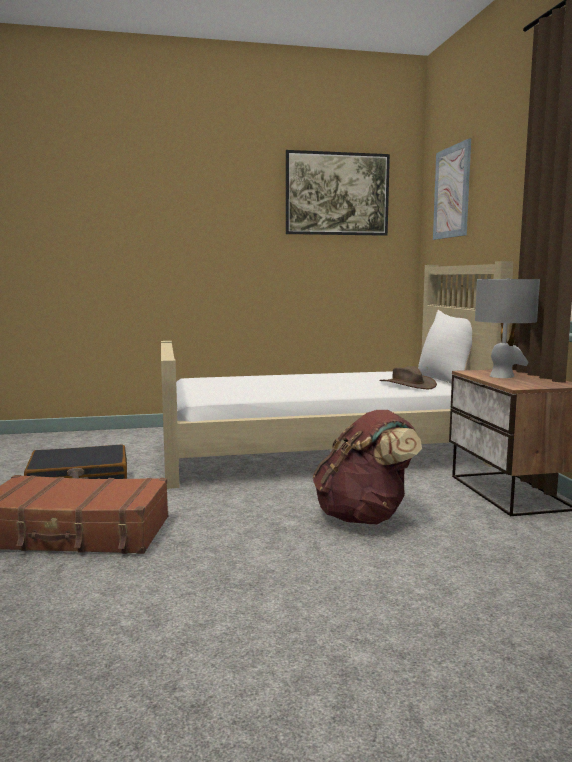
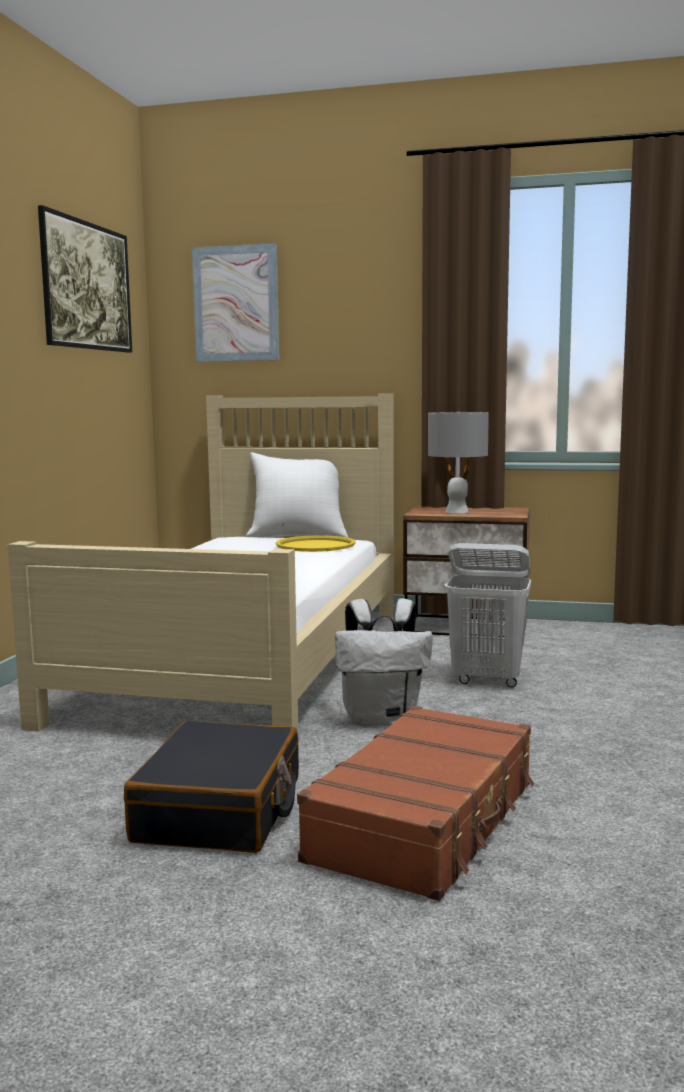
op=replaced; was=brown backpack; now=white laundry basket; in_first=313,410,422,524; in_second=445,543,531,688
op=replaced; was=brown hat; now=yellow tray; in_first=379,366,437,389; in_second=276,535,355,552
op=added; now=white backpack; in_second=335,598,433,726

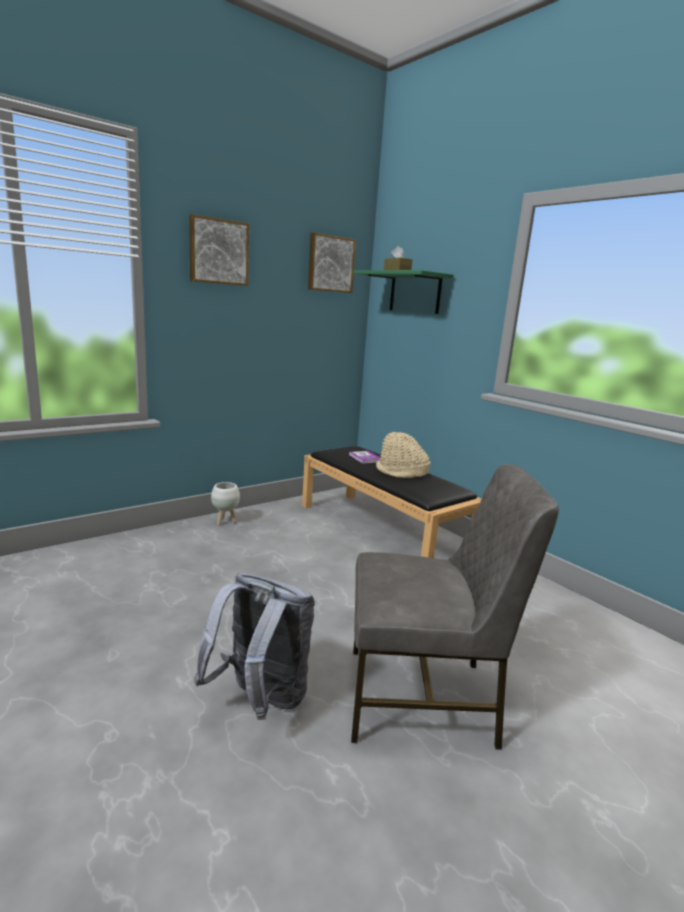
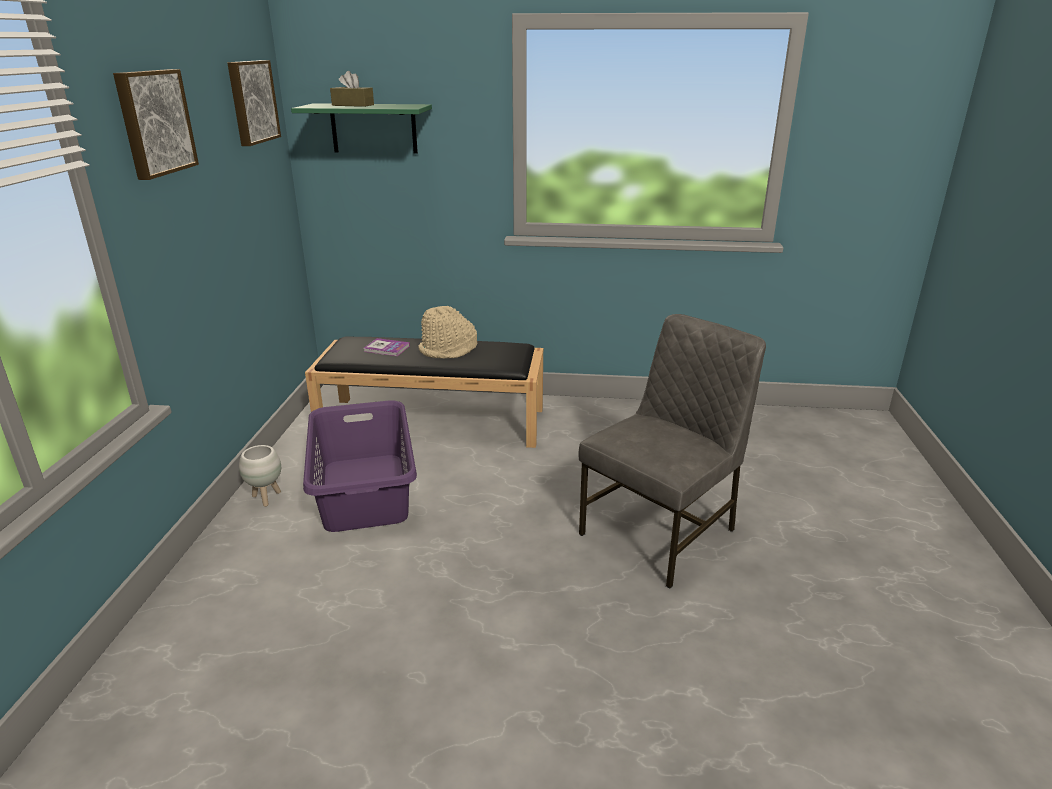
op=removed; was=grey backpack; in_first=194,573,315,720
op=added; now=purple laundry basket; in_second=303,400,417,532

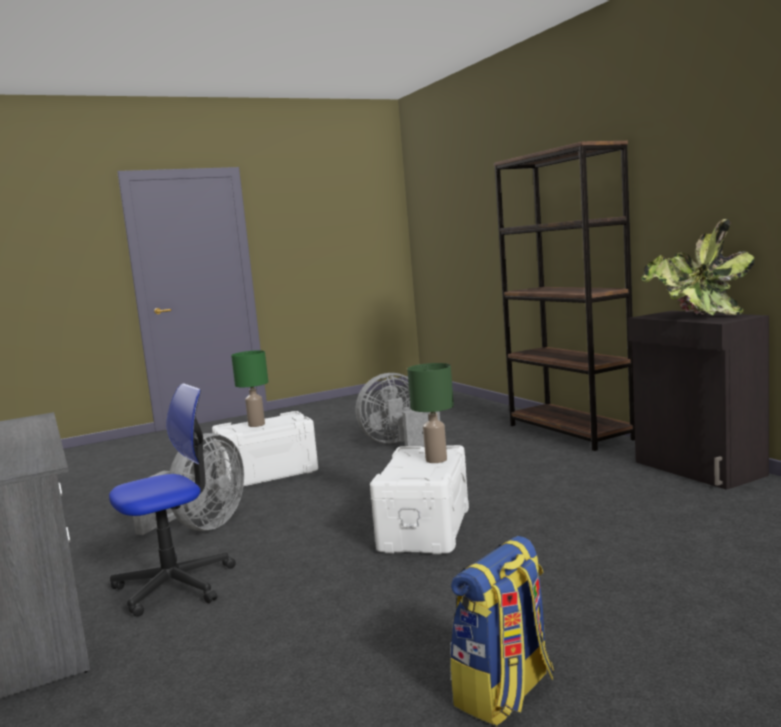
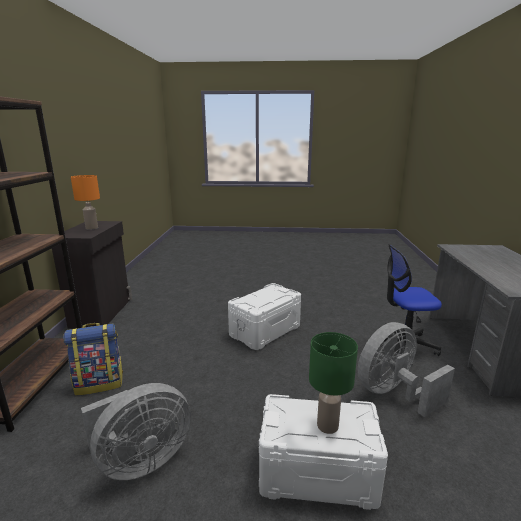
op=turned; was=grey fan; in_first=356,373,440,447; in_second=81,383,191,480; clockwise=-45
op=removed; was=green table lamp; in_first=407,363,454,463
op=moved; was=backpack; in_first=450,536,554,726; in_second=63,323,123,396
op=replaced; was=potted plant; now=orange table lamp; in_first=641,219,755,315; in_second=71,175,100,230

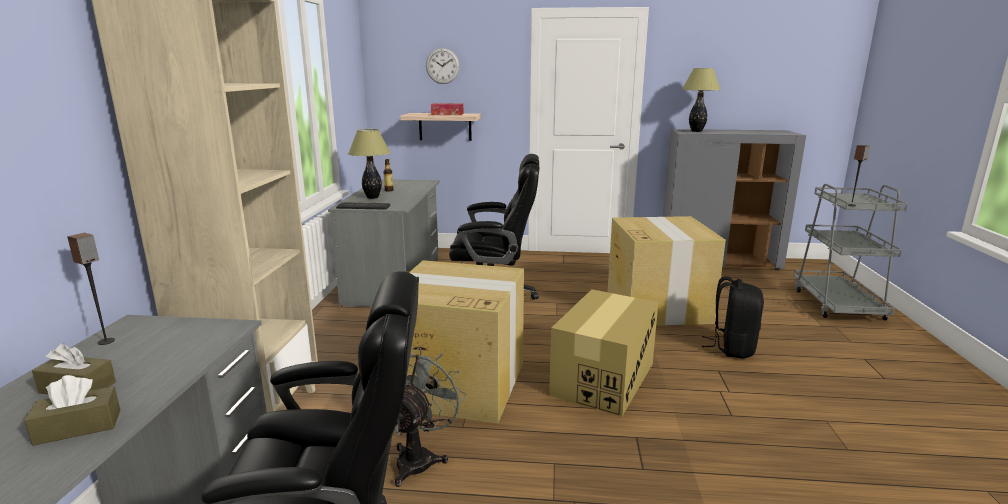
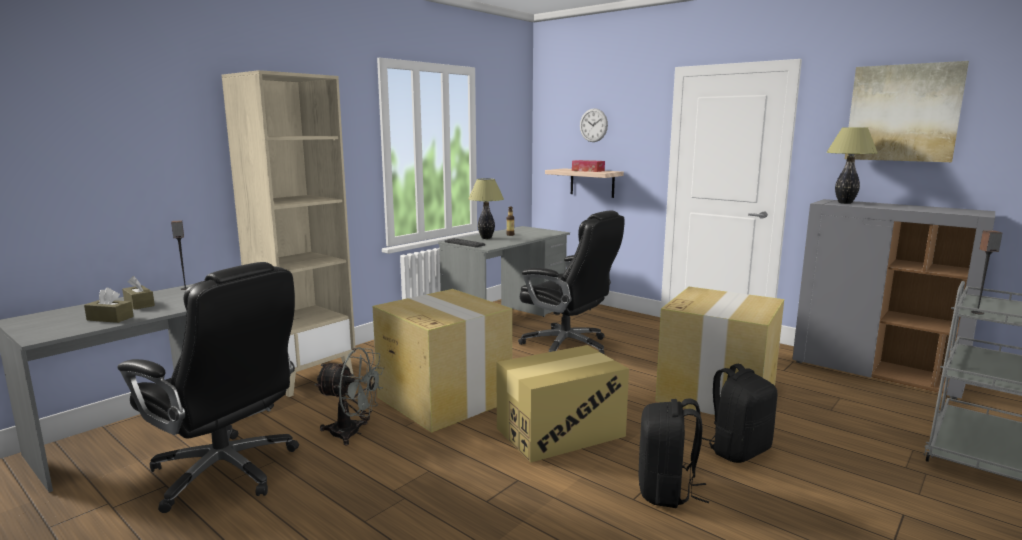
op=turned; was=grey fan; in_first=394,347,466,487; in_second=314,347,384,446; clockwise=45
op=added; now=black backpack; in_second=638,398,709,508
op=added; now=picture; in_second=845,61,969,162

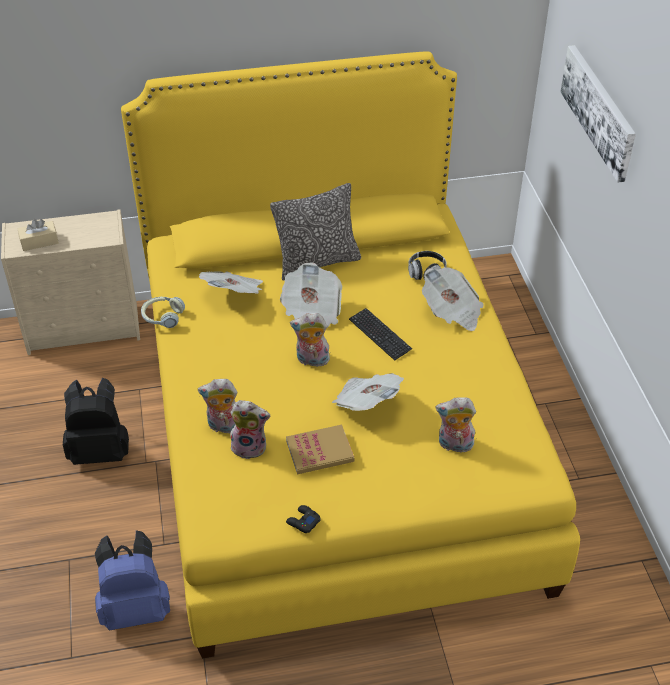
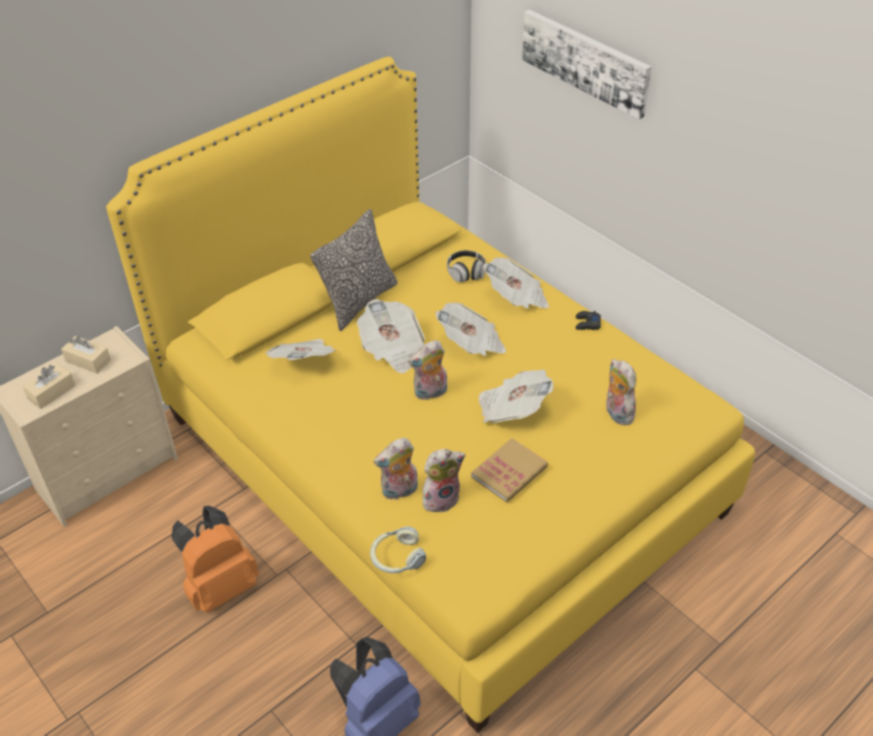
op=recoloured; was=black backpack; now=orange backpack; in_first=63,378,129,465; in_second=171,506,259,613
op=moved; was=headphones; in_first=141,297,185,328; in_second=370,526,426,573
op=moved; was=black game controller; in_first=286,505,321,533; in_second=576,311,601,330
op=replaced; was=keyboard; now=newspaper; in_first=349,308,412,361; in_second=435,302,506,356
op=turned; was=plush toy; in_first=436,397,476,452; in_second=606,359,636,425; clockwise=90
op=added; now=beige tissue box; in_second=61,336,111,374

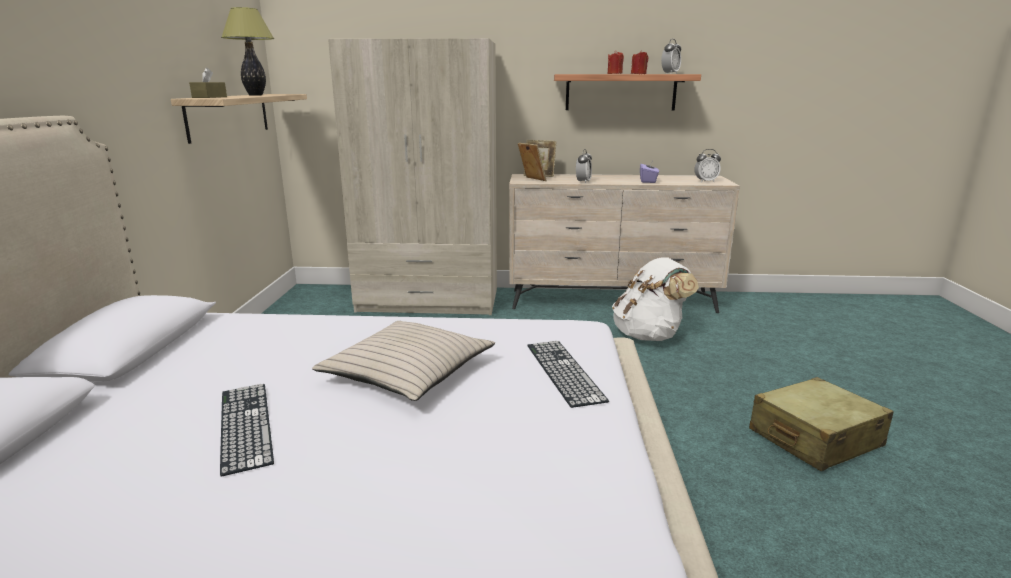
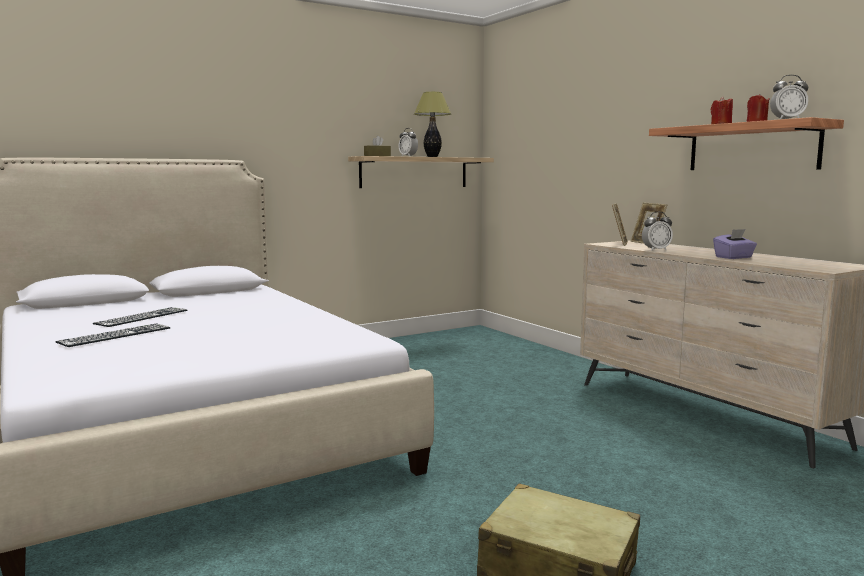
op=removed; was=beige pillow; in_first=312,321,495,401
op=removed; was=beige wardrobe; in_first=328,38,497,315
op=moved; was=keyboard; in_first=527,341,609,408; in_second=56,324,170,347
op=removed; was=white backpack; in_first=612,258,699,341
op=moved; was=alarm clock; in_first=694,149,721,182; in_second=399,128,418,157

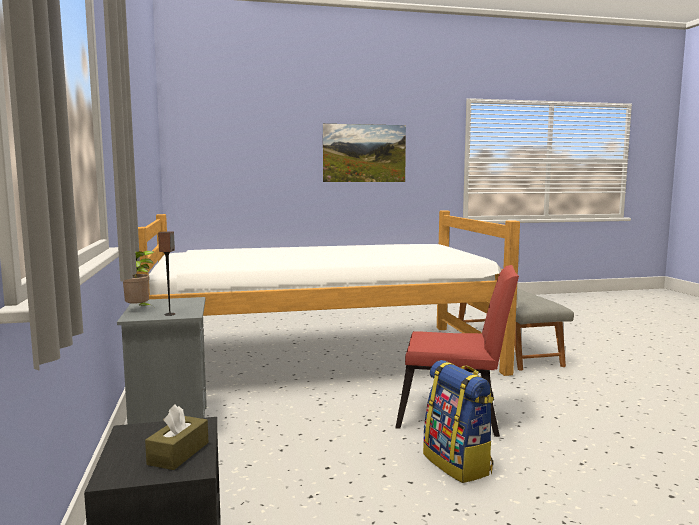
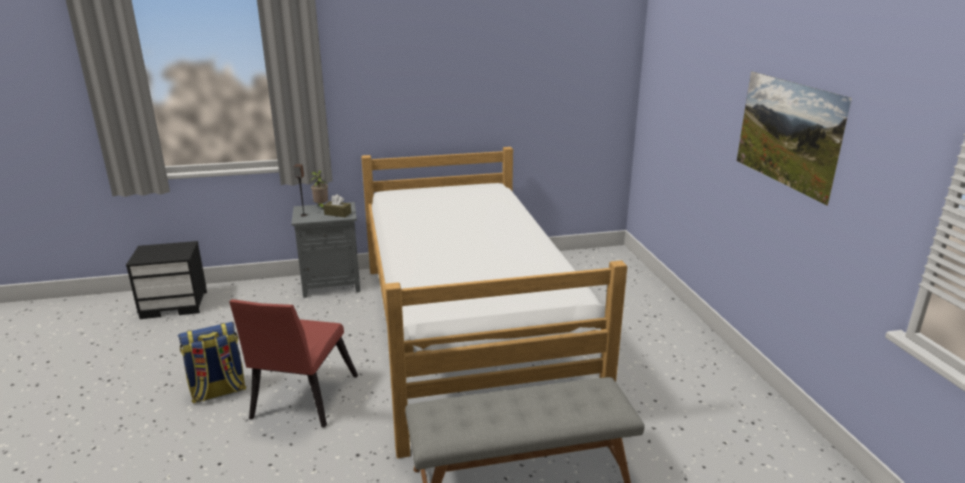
op=moved; was=brown tissue box; in_first=145,404,208,470; in_second=323,194,351,217

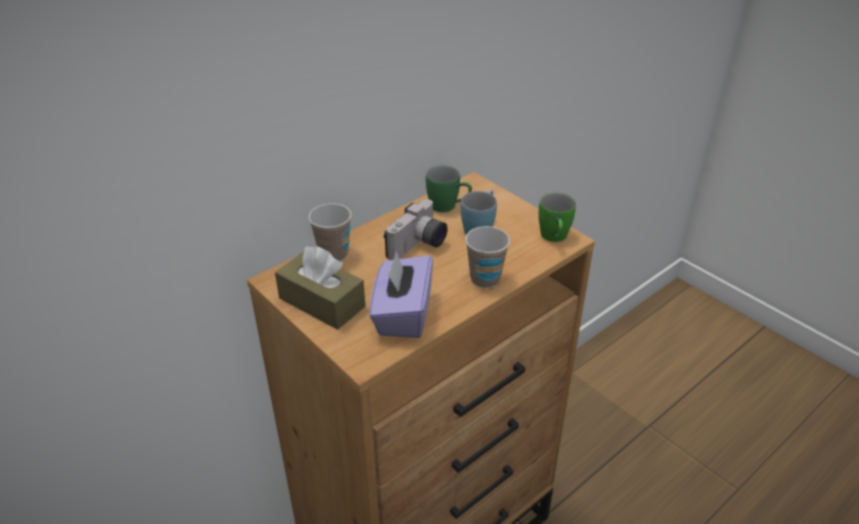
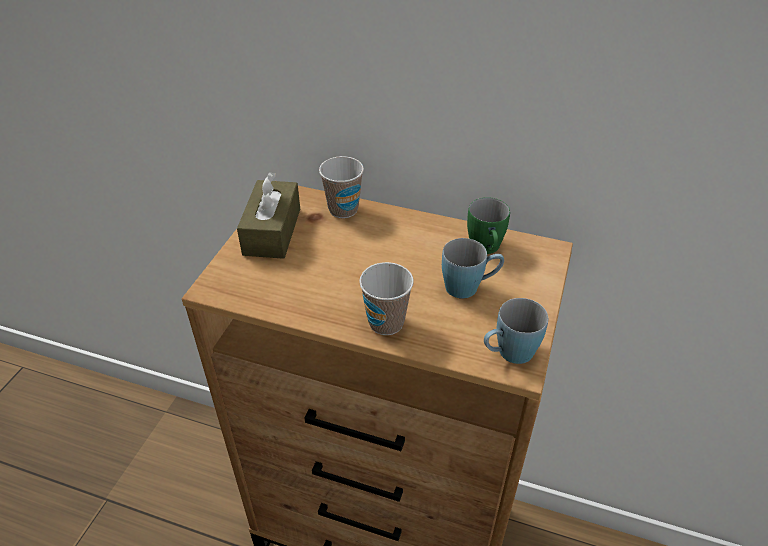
op=removed; was=purple tissue box; in_first=370,251,433,338
op=removed; was=photo camera; in_first=384,199,448,260
op=recoloured; was=green mug; now=blue mug; in_first=538,193,576,242; in_second=484,298,548,364

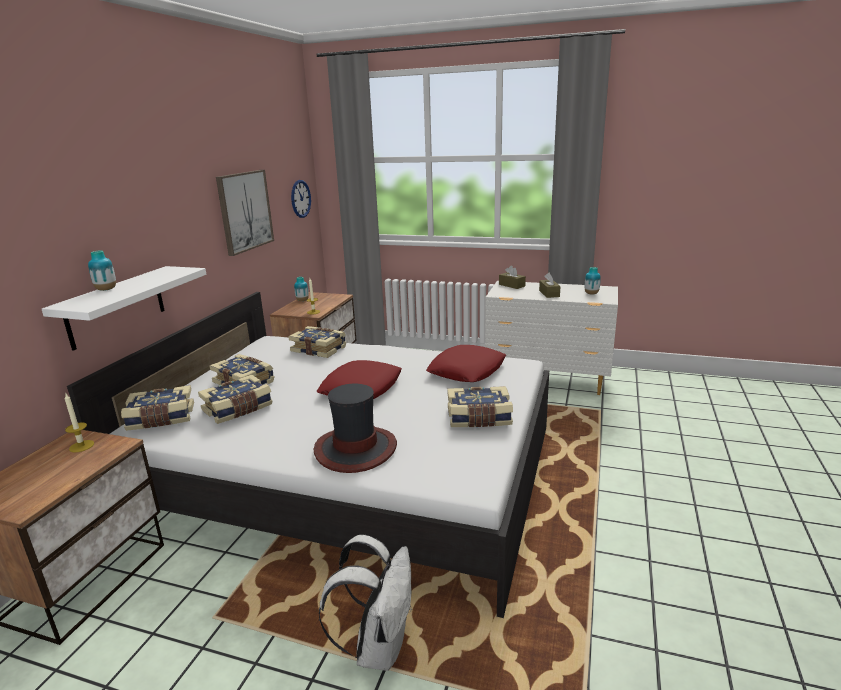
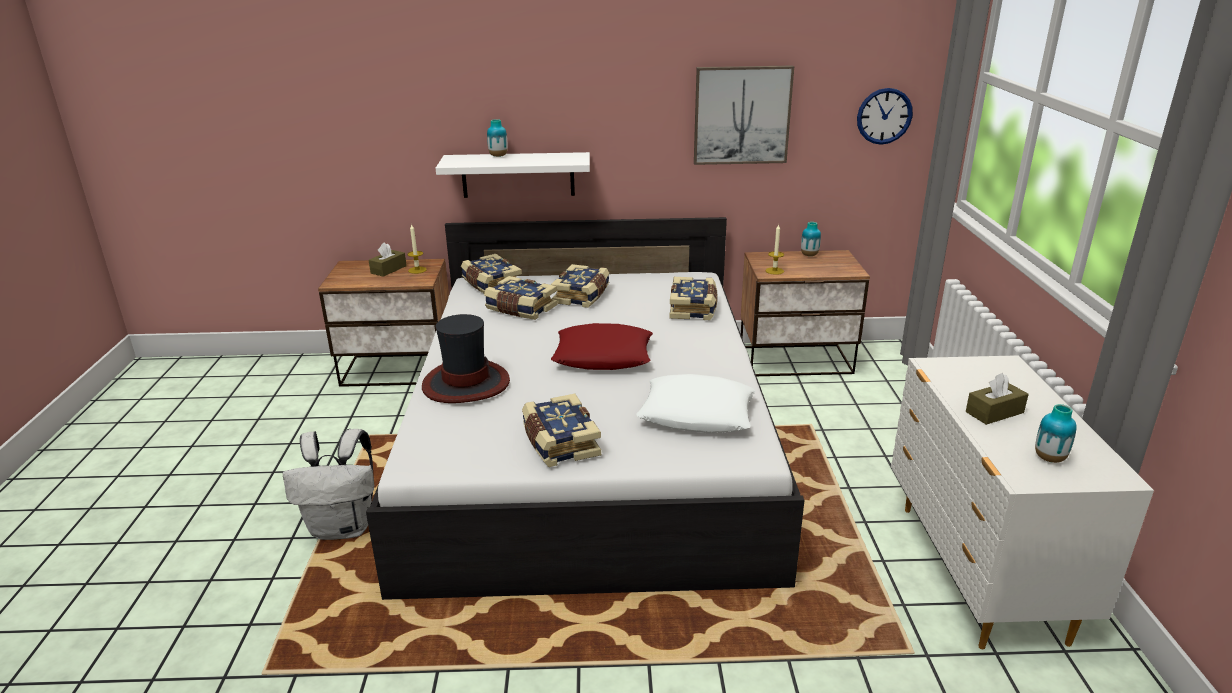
op=recoloured; was=red pillow; now=white pillow; in_first=426,345,506,382; in_second=636,374,755,433
op=moved; was=brown tissue box; in_first=499,266,526,289; in_second=369,242,407,277

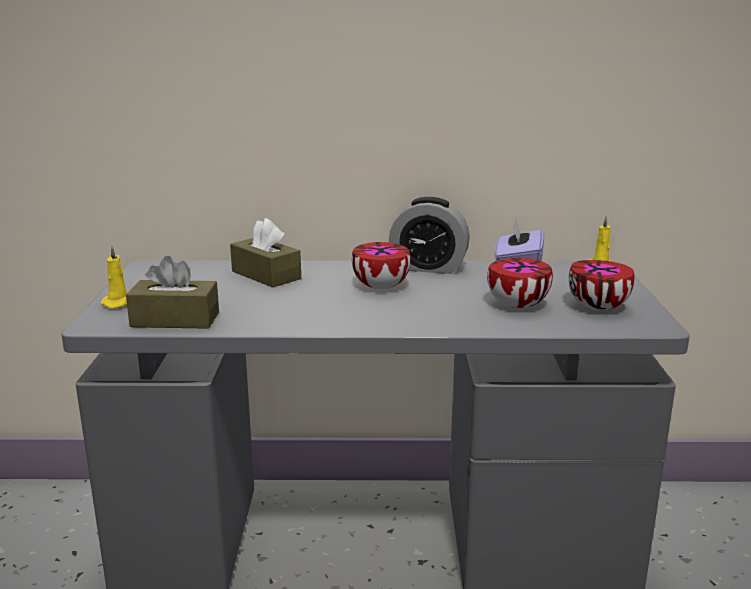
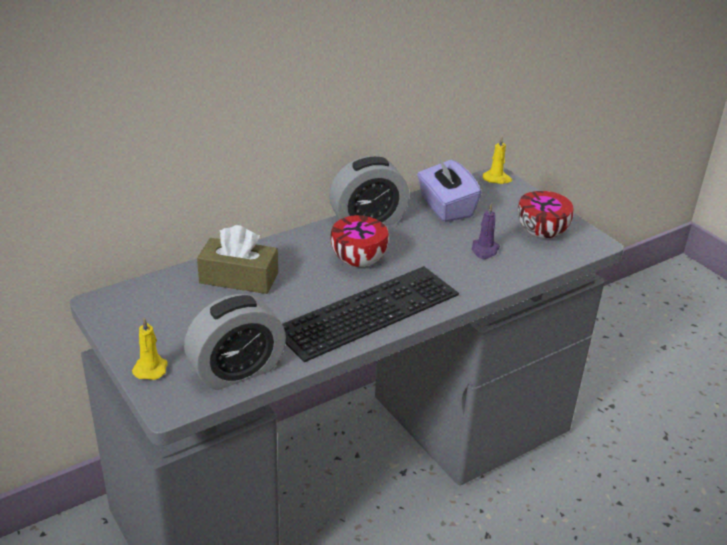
op=replaced; was=brown tissue box; now=alarm clock; in_first=126,256,219,329; in_second=184,294,286,390
op=replaced; was=bowl; now=purple candle; in_first=487,258,553,308; in_second=472,203,500,259
op=added; now=keyboard; in_second=282,266,459,362

